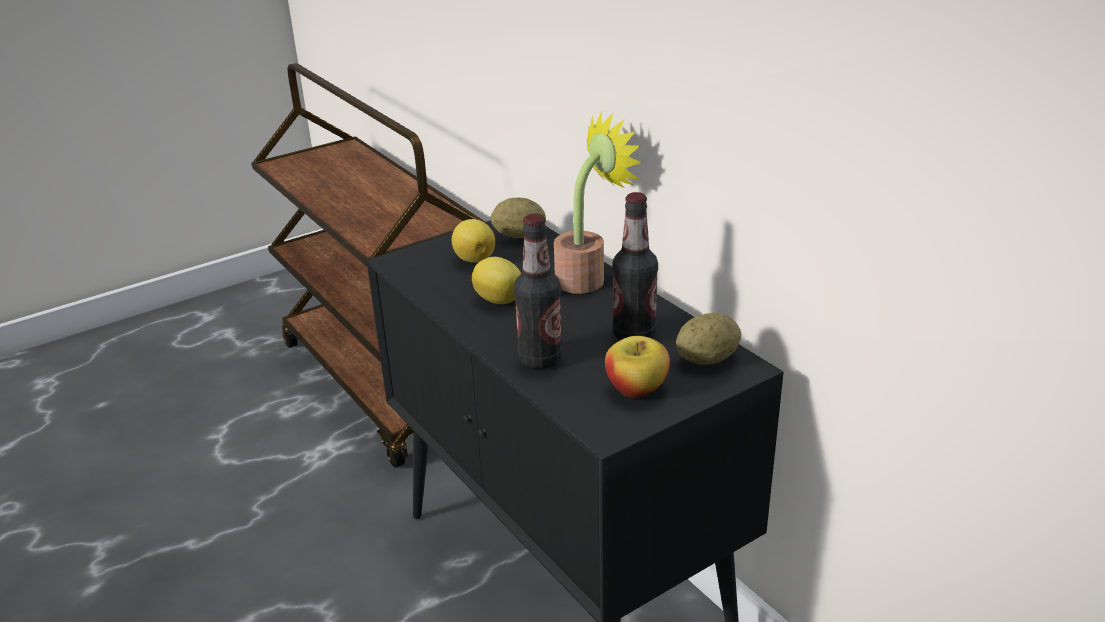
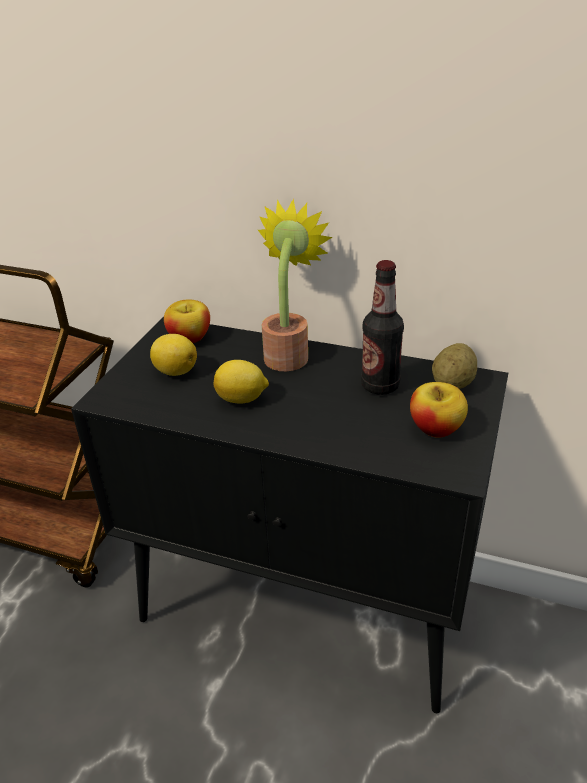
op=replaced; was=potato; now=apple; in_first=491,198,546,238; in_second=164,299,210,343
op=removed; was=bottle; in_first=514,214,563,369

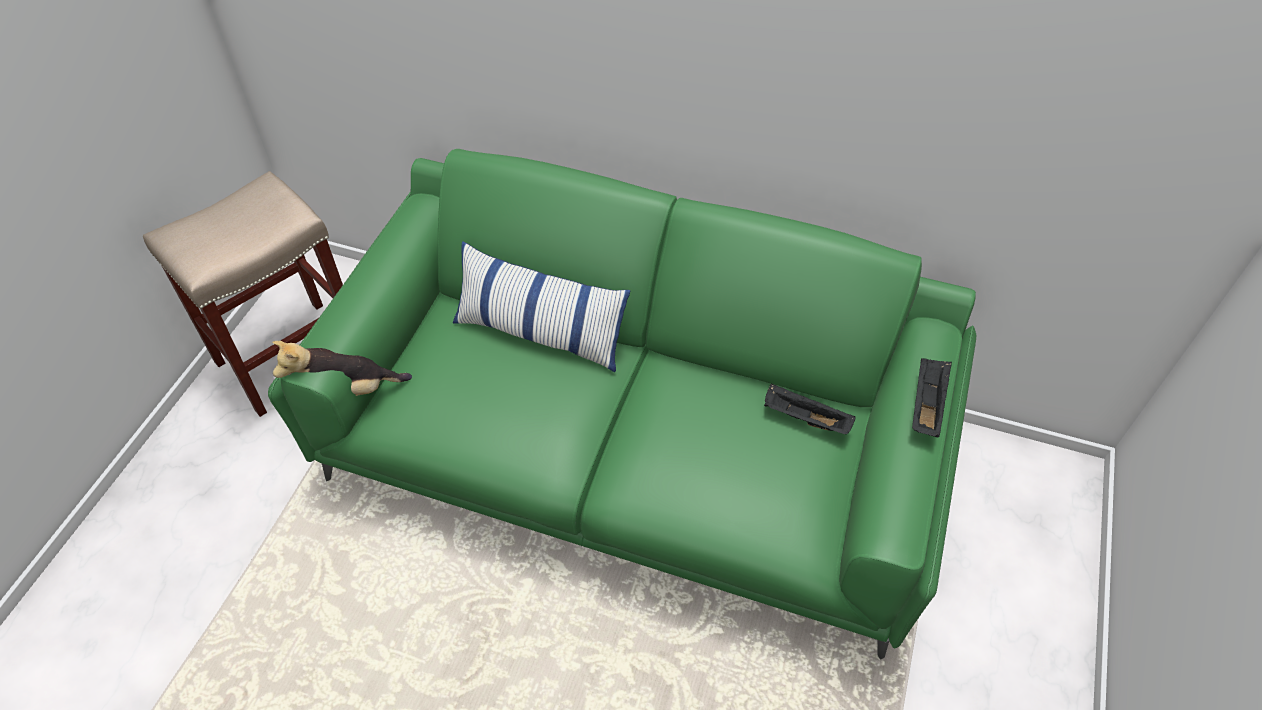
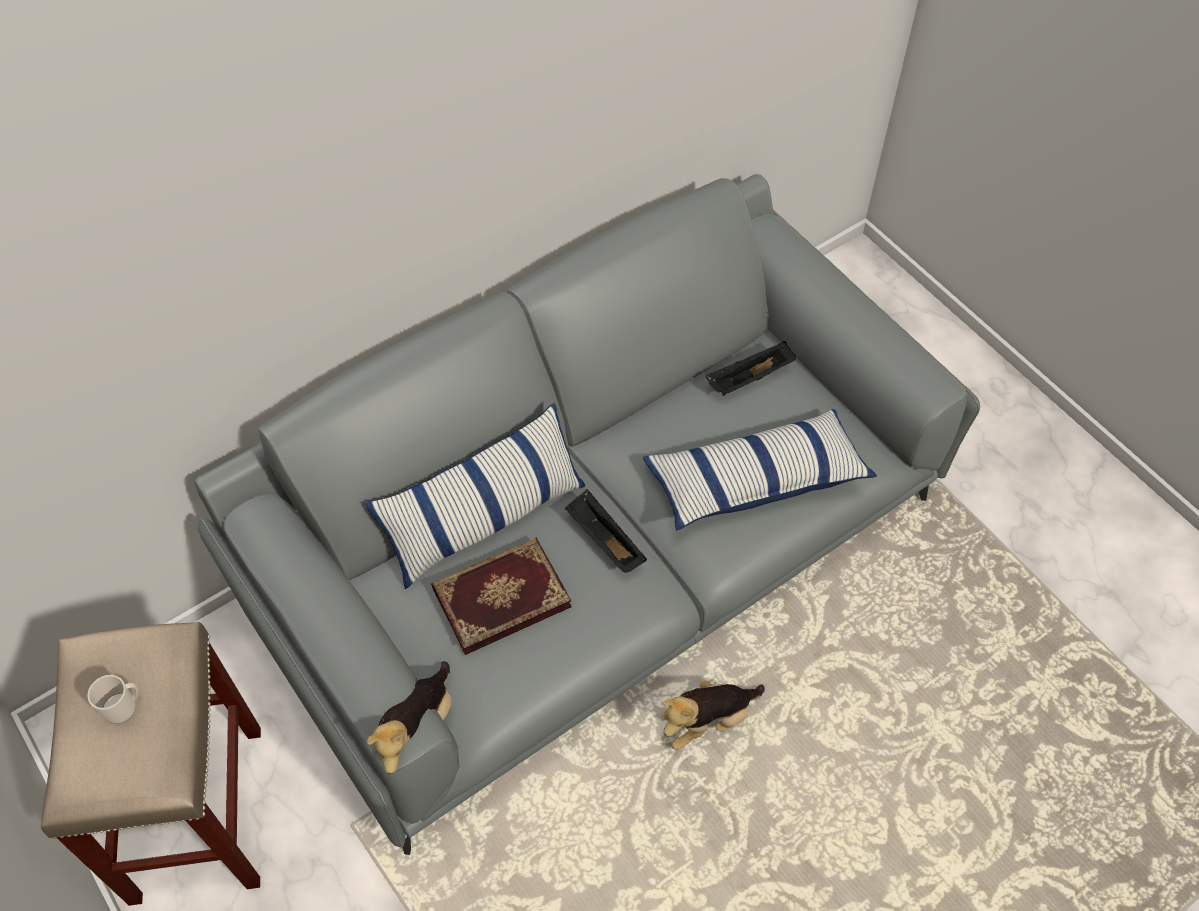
op=recoloured; was=green sofa; now=grey sofa; in_first=268,149,976,660; in_second=194,174,980,855
op=moved; was=black tray; in_first=912,358,952,437; in_second=565,489,647,573
op=added; now=mug; in_second=87,675,138,724
op=added; now=book; in_second=431,538,572,655
op=added; now=pillow; in_second=643,409,877,530
op=added; now=plush toy; in_second=661,680,765,750

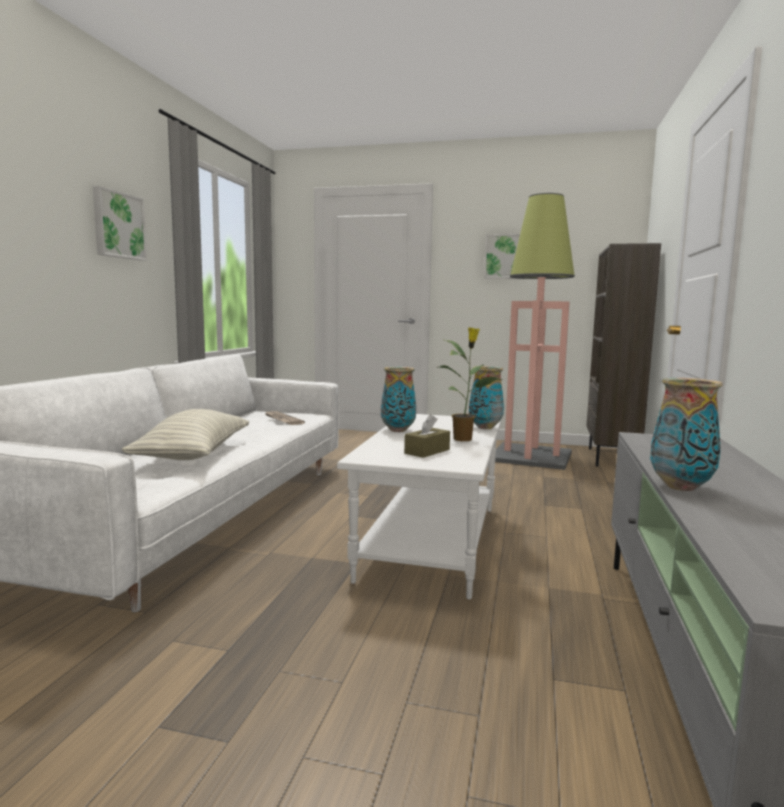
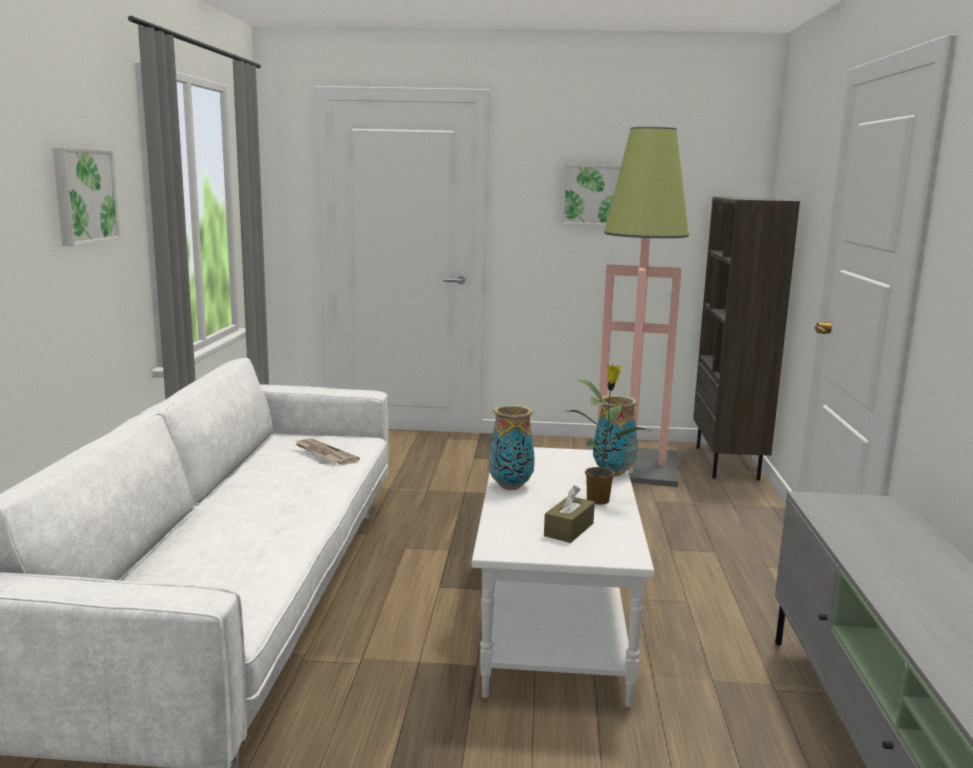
op=removed; was=pillow; in_first=122,409,249,460
op=removed; was=vase; in_first=650,378,723,491

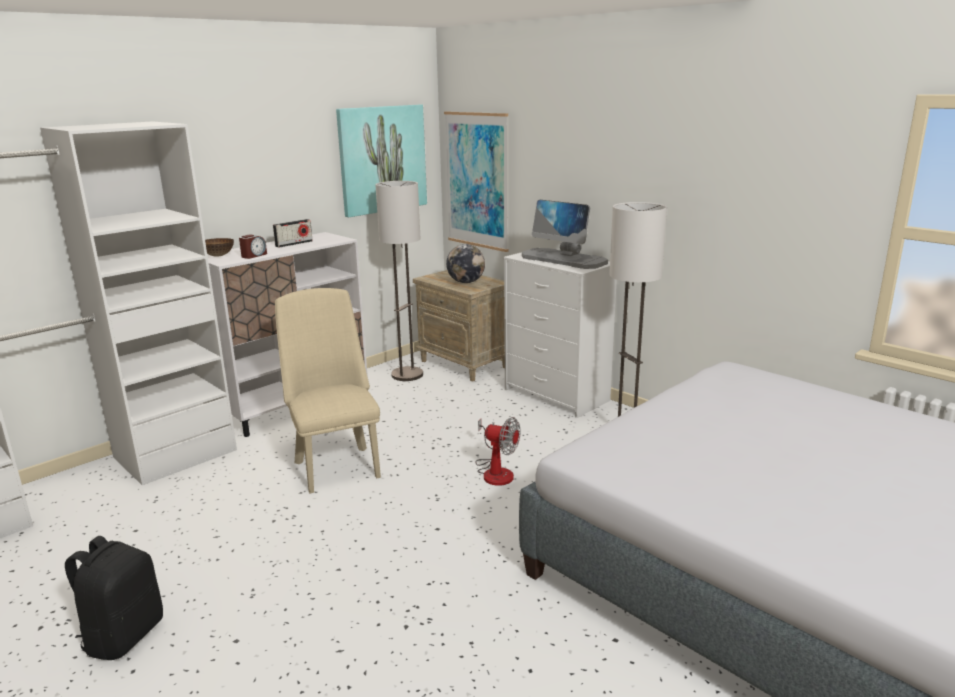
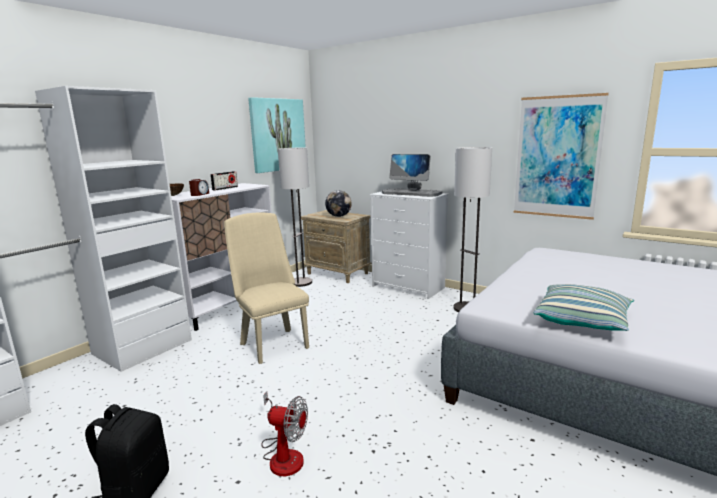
op=moved; was=picture; in_first=444,112,508,252; in_second=514,93,609,220
op=moved; was=fan; in_first=475,417,521,486; in_second=261,391,308,476
op=added; now=pillow; in_second=534,284,634,331

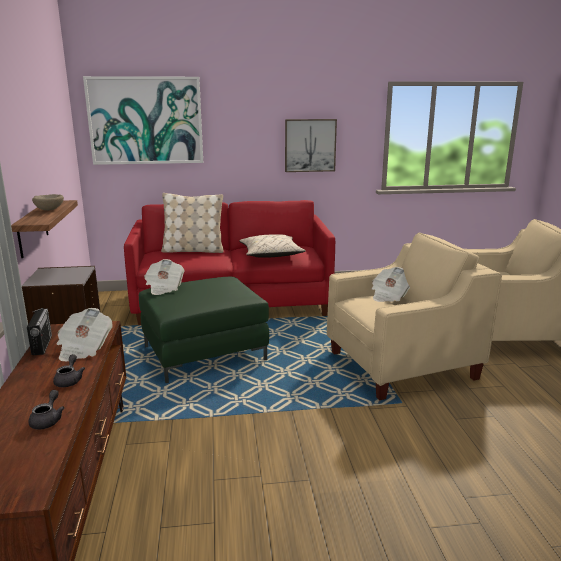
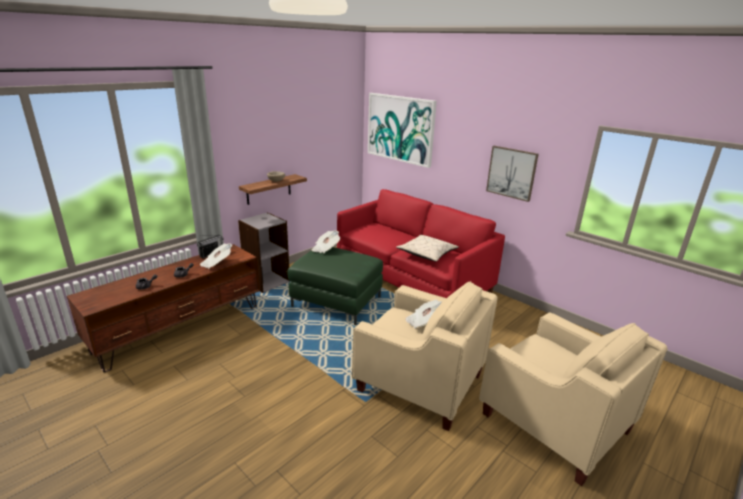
op=removed; was=beige pillow; in_first=161,193,224,253

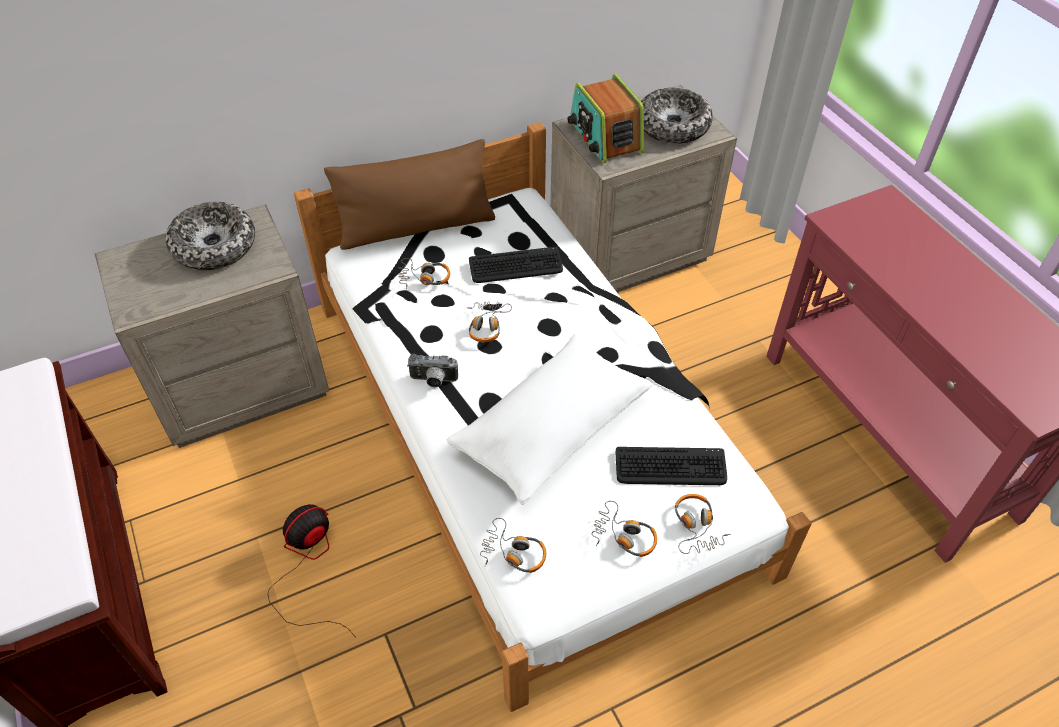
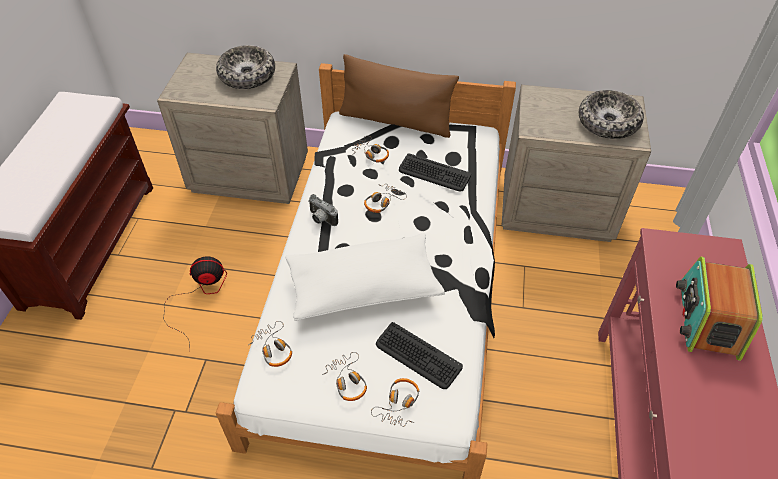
op=moved; was=radio; in_first=567,74,644,163; in_second=676,257,763,361

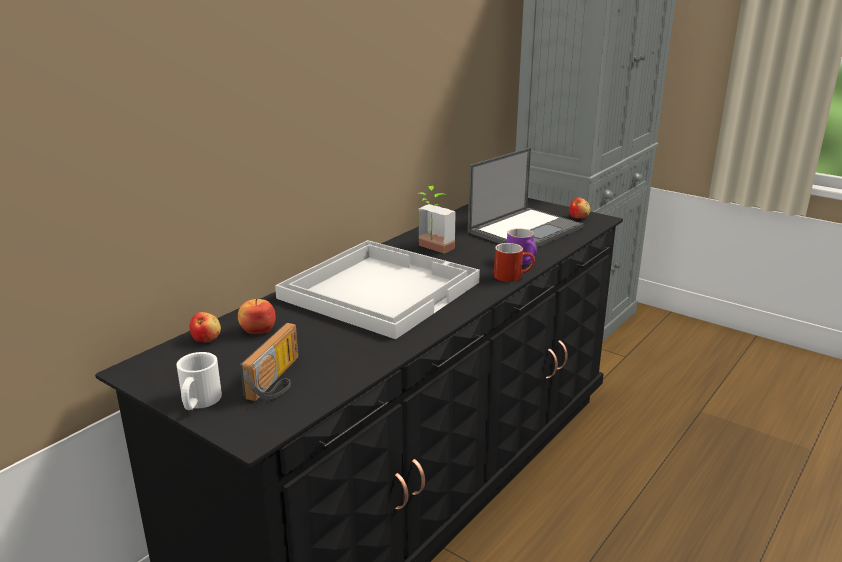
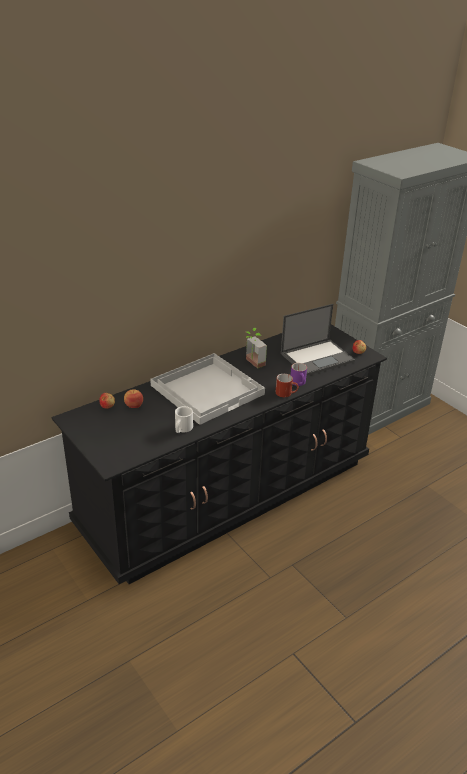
op=moved; was=white mug; in_first=176,352,222,410; in_second=175,406,193,433
op=removed; was=radio; in_first=240,323,298,401

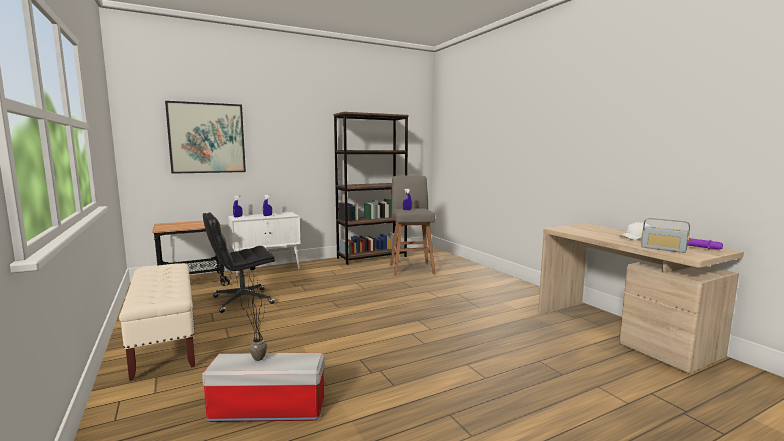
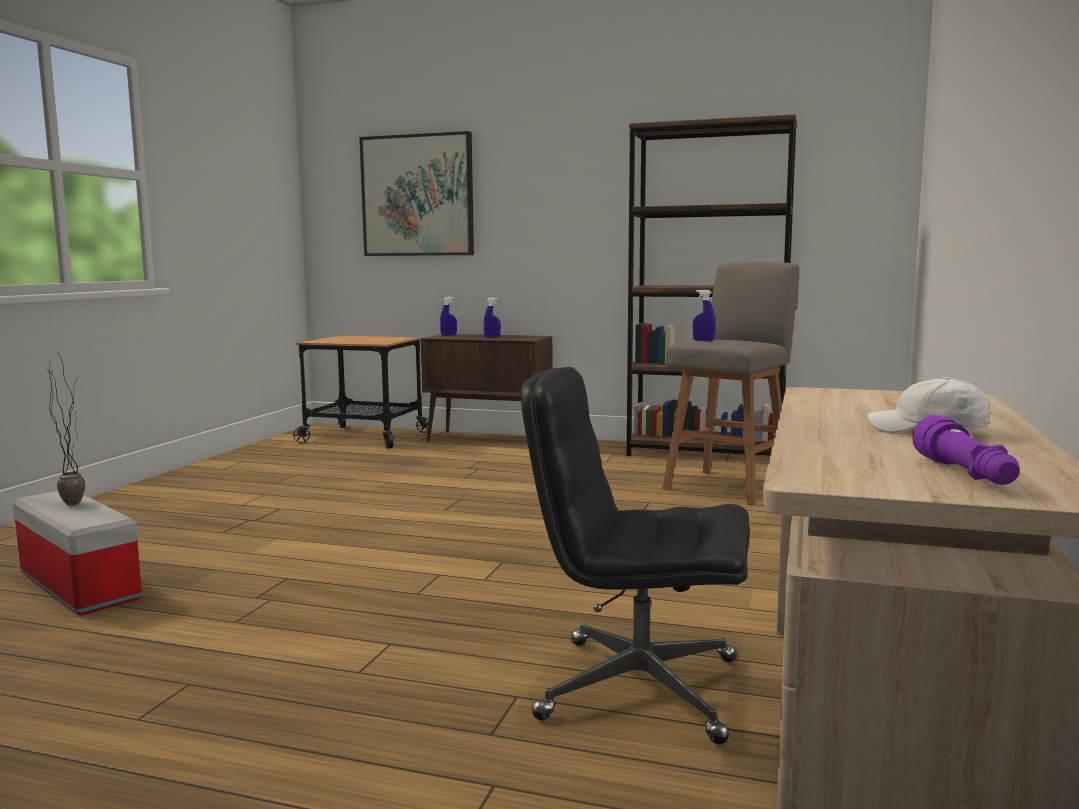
op=removed; was=beige bench; in_first=119,263,195,381
op=moved; was=black office chair; in_first=203,213,275,313; in_second=521,367,750,744
op=recoloured; was=white cabinet; now=brown cabinet; in_first=228,212,301,276; in_second=421,334,552,442
op=removed; was=radio; in_first=641,218,690,253

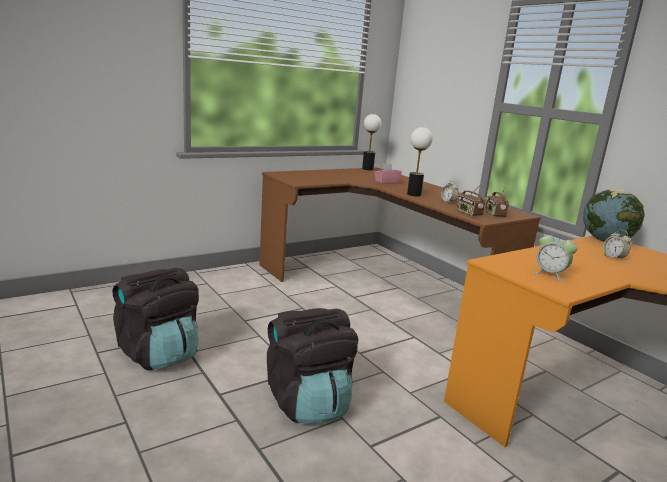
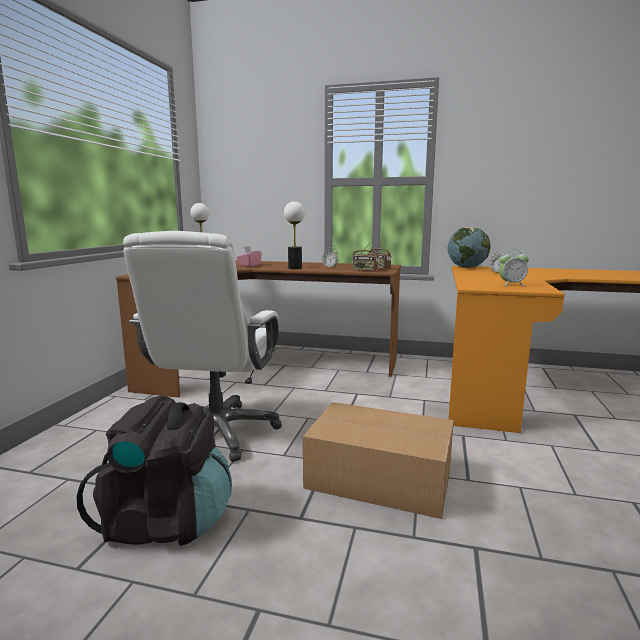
op=replaced; was=black backpack; now=cardboard box; in_first=267,308,358,424; in_second=303,402,454,519
op=added; now=white office chair; in_second=123,231,282,462

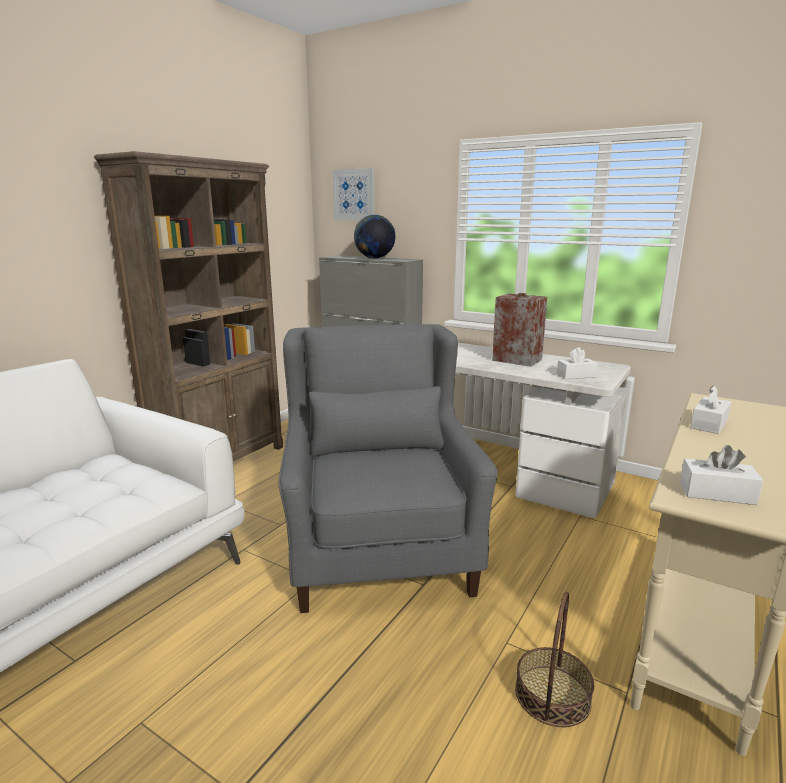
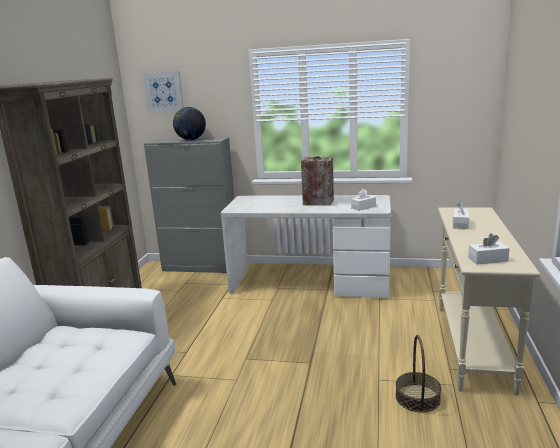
op=removed; was=grey armchair; in_first=279,324,497,613

